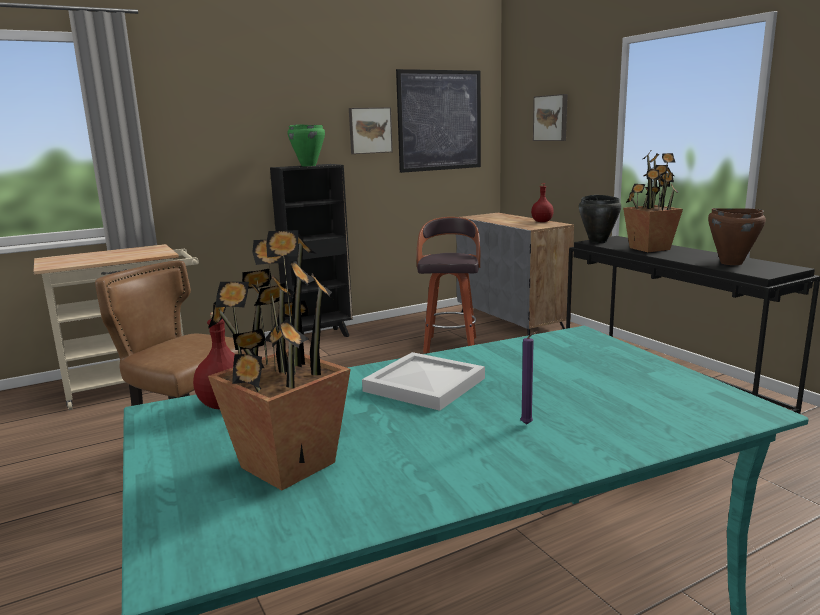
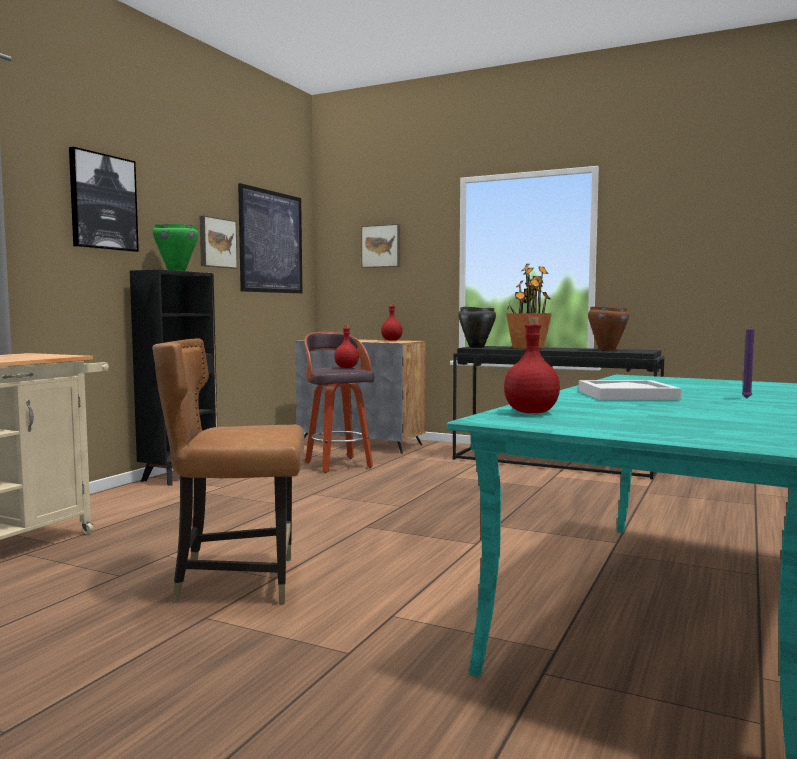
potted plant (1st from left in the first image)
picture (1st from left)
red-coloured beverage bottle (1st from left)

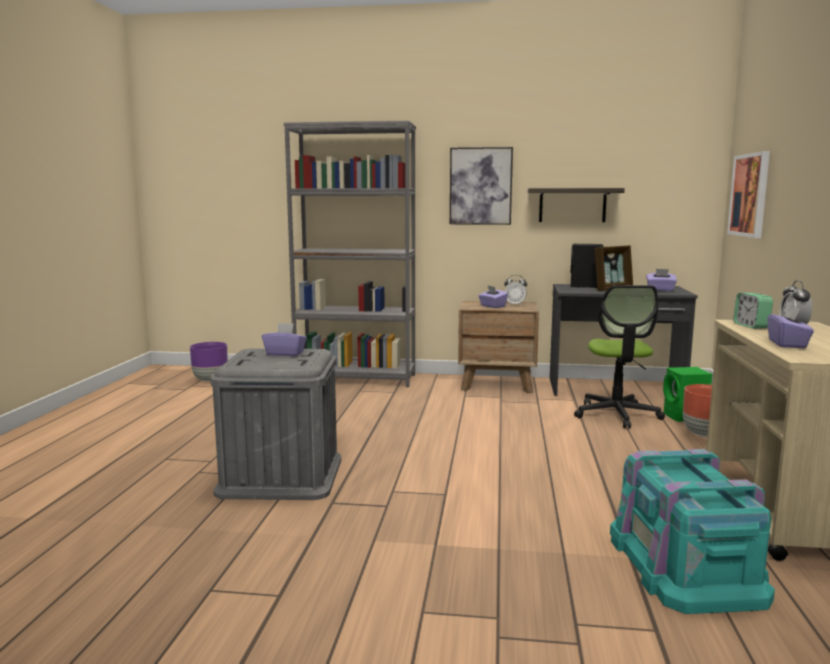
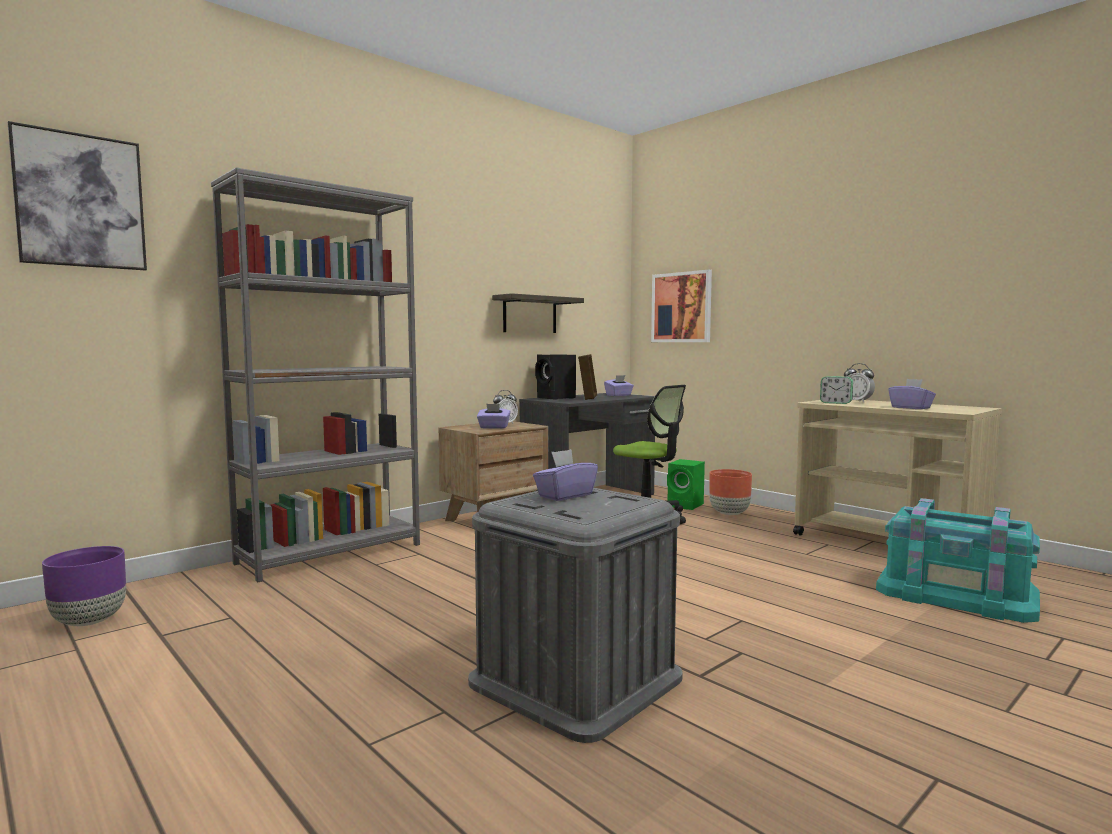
picture (1st from left)

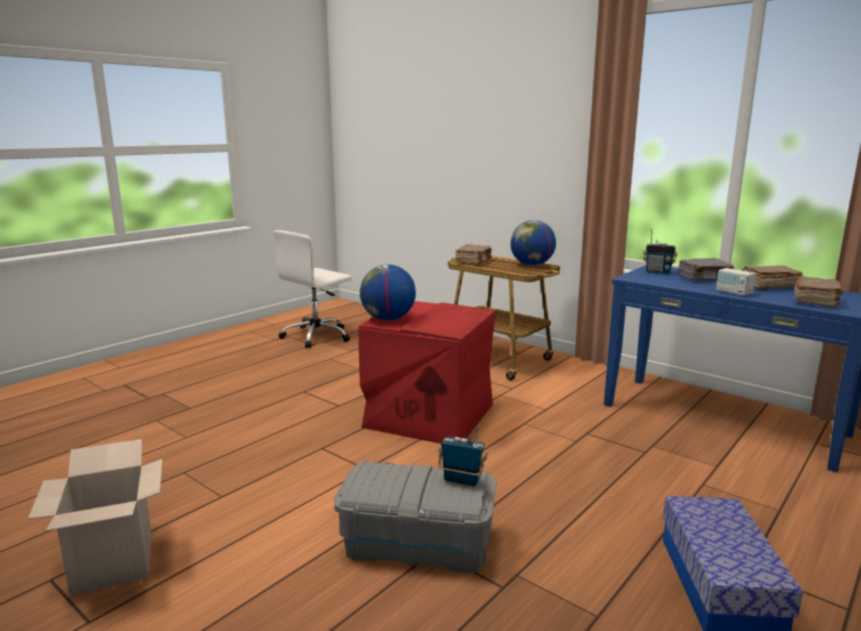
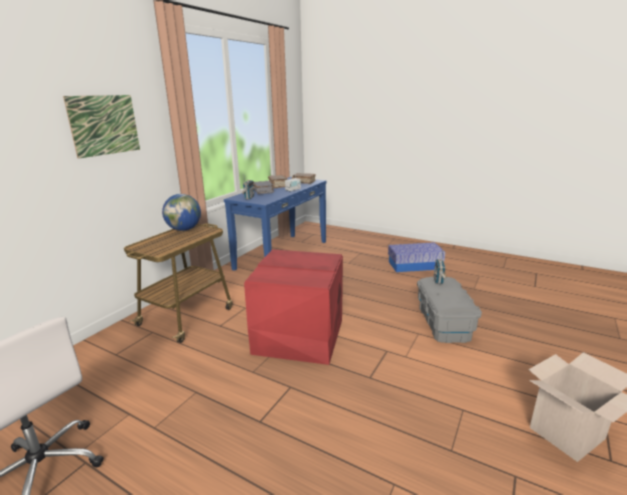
brown bound book (1st from left in the first image)
world globe (1st from left in the first image)
picture

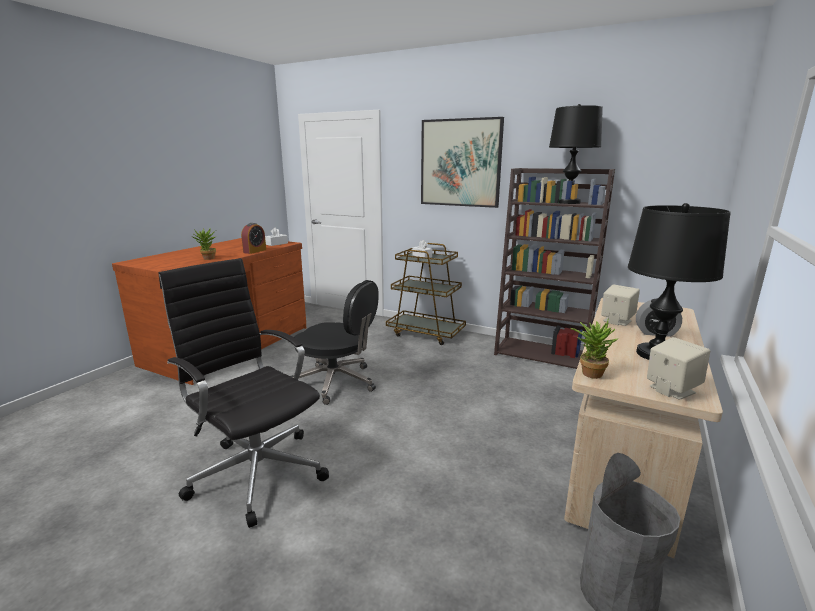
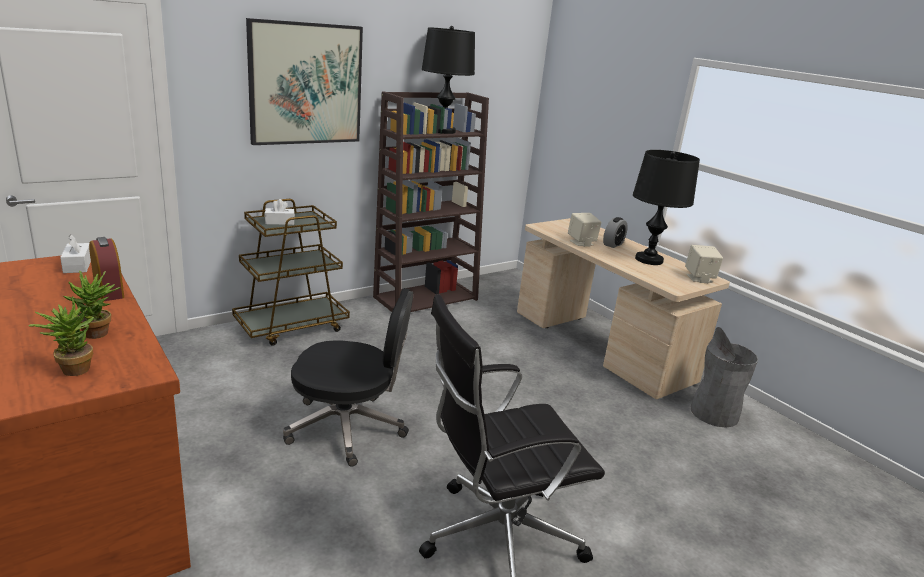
black-coloured office chair (1st from left)
potted plant (1st from left)

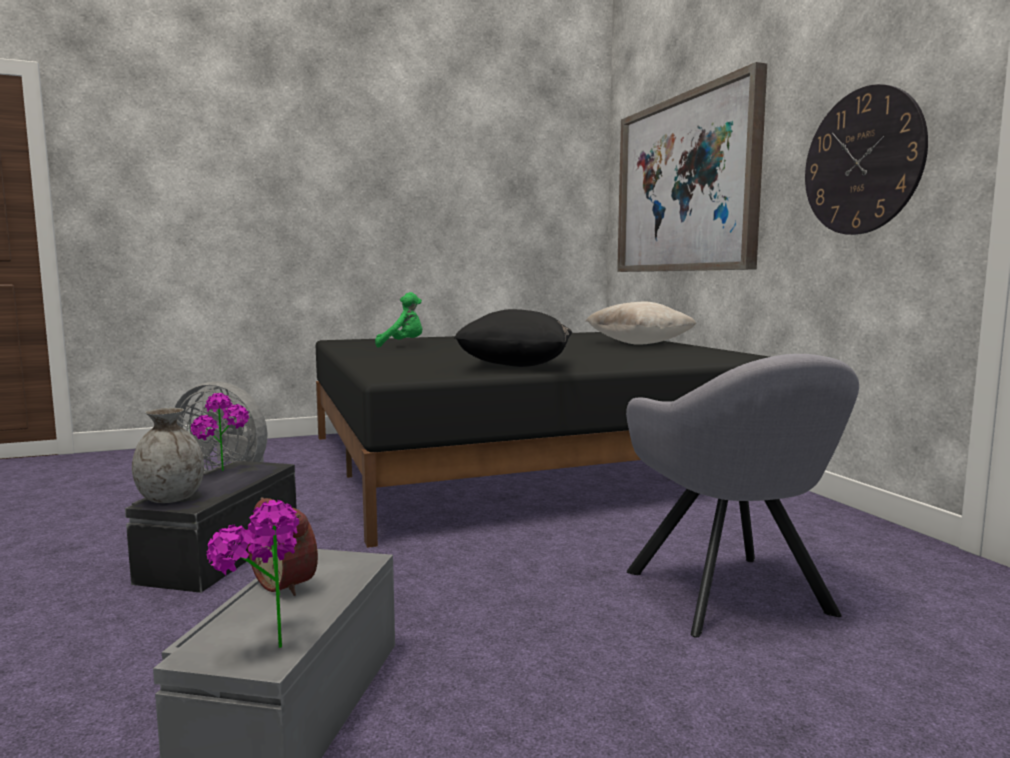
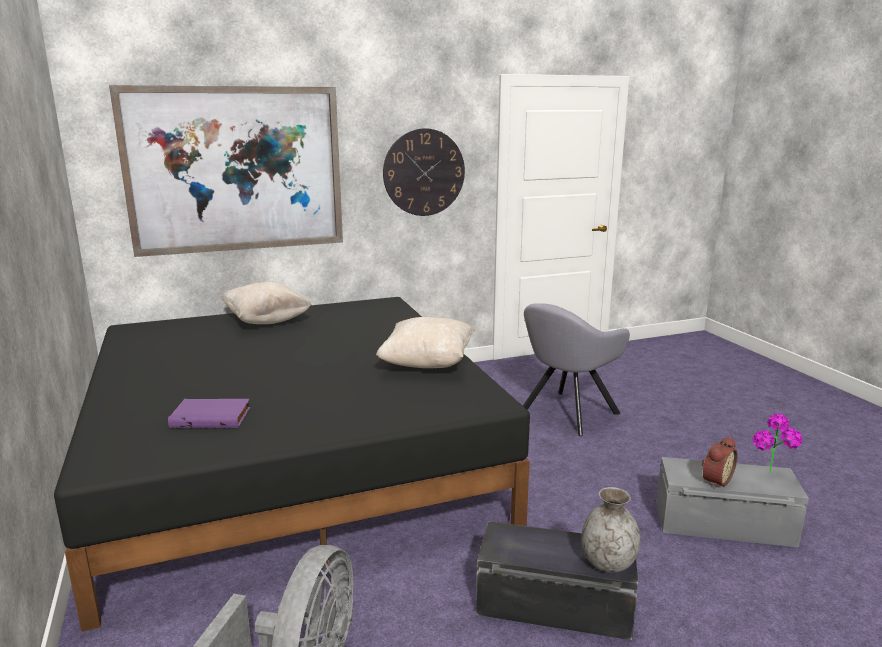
purple-coloured bound book
beige throw pillow (2nd from left)
gray lounge chair
potted plant (1st from left in the first image)

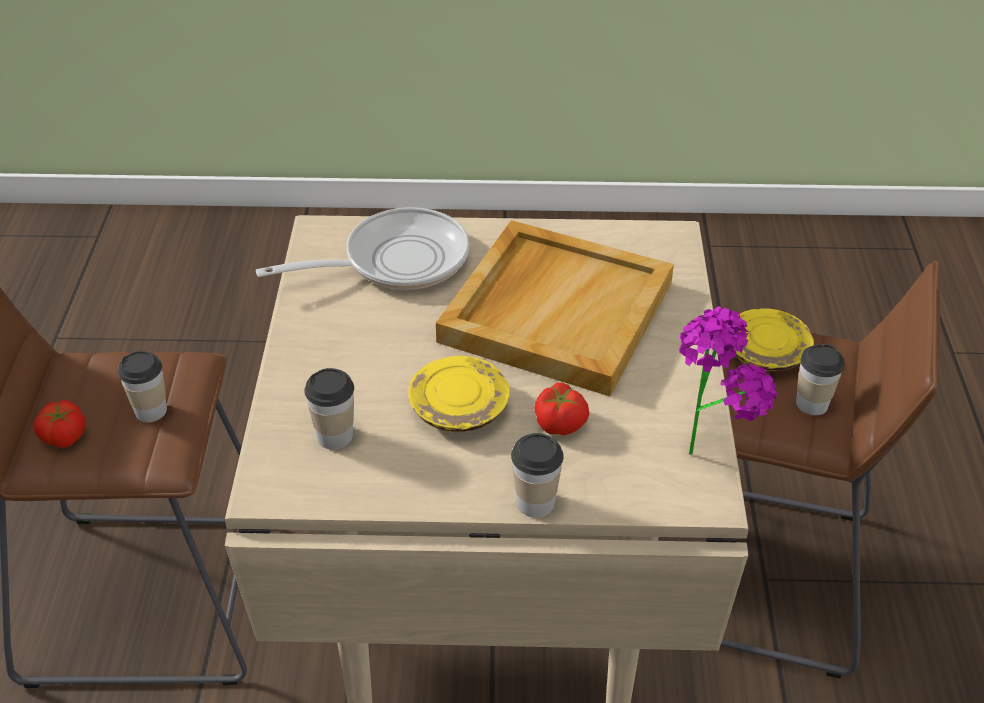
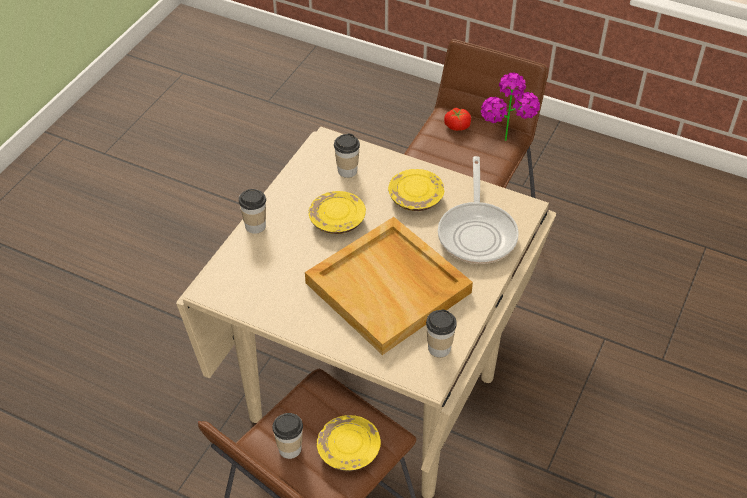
potted plant
small cup (4th from left)
tomato (2nd from left in the first image)
yellow-coloured plate (3rd from left)

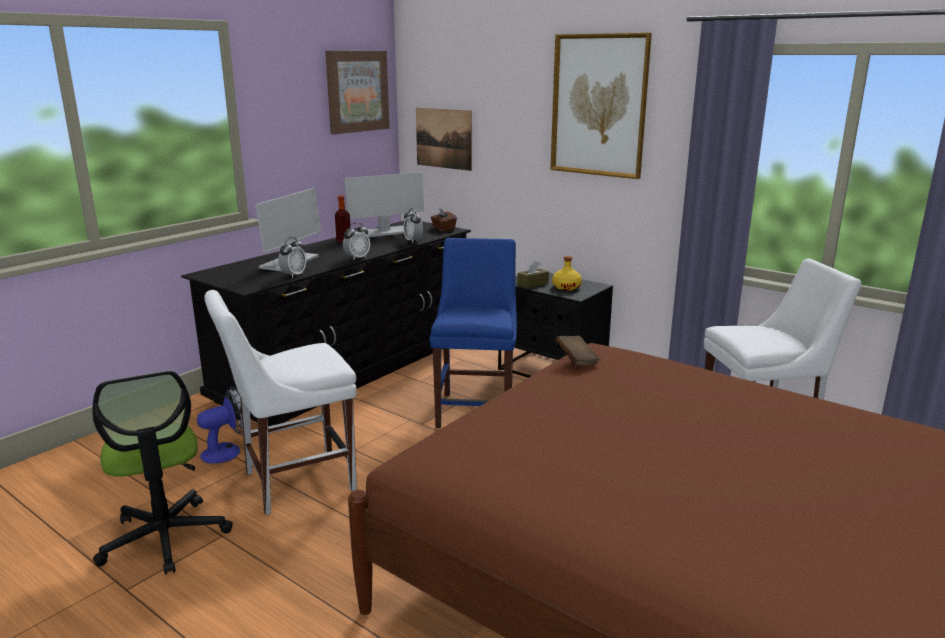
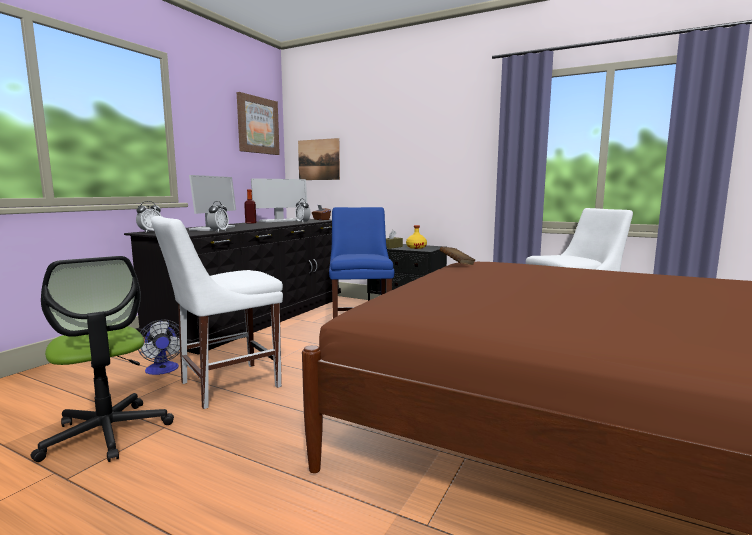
picture (3rd from left in the first image)
table clock (1st from left)
fan

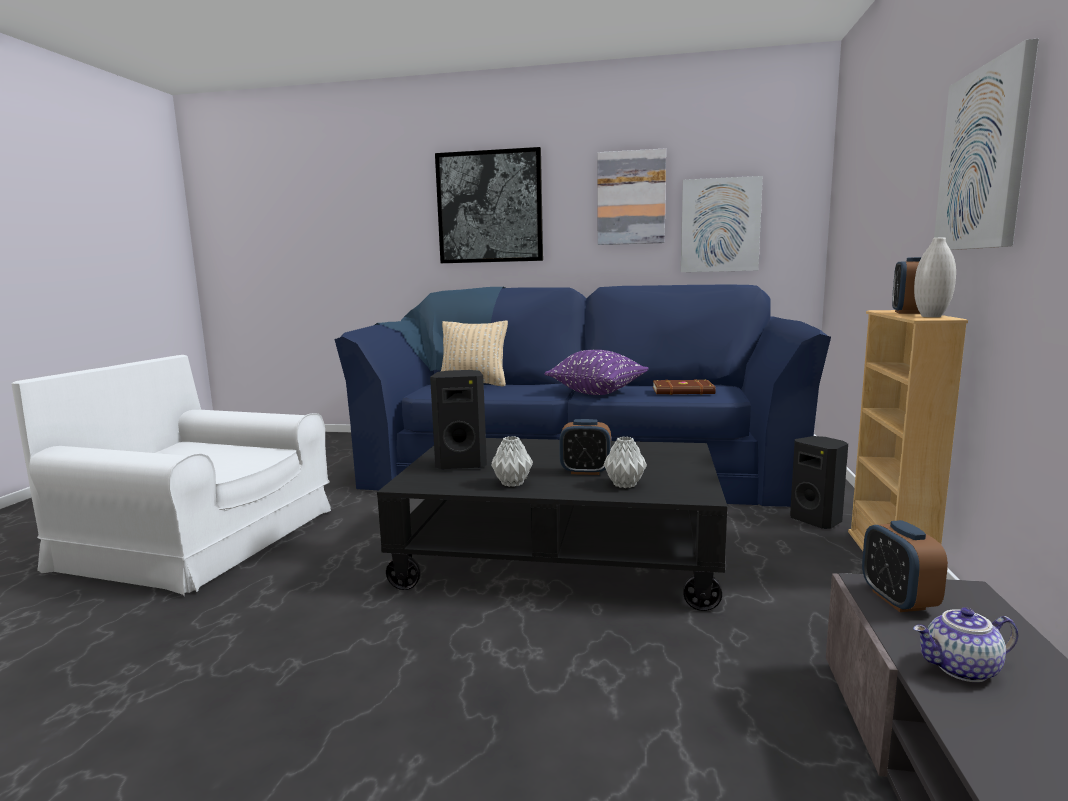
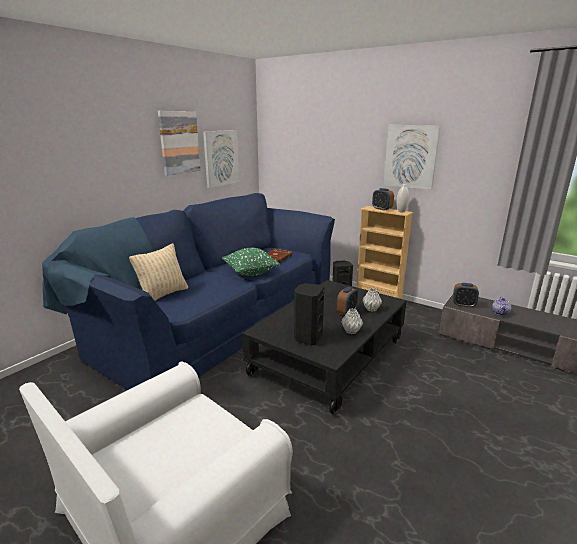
picture (1st from left in the first image)
green-coloured throw pillow

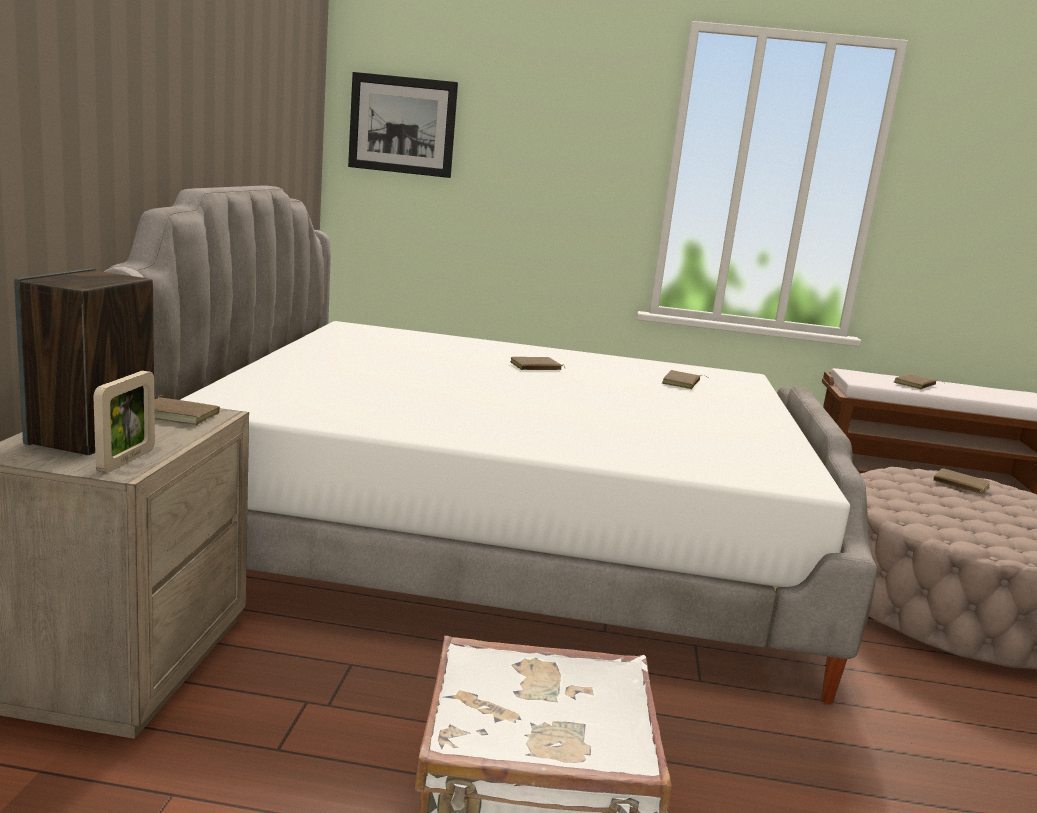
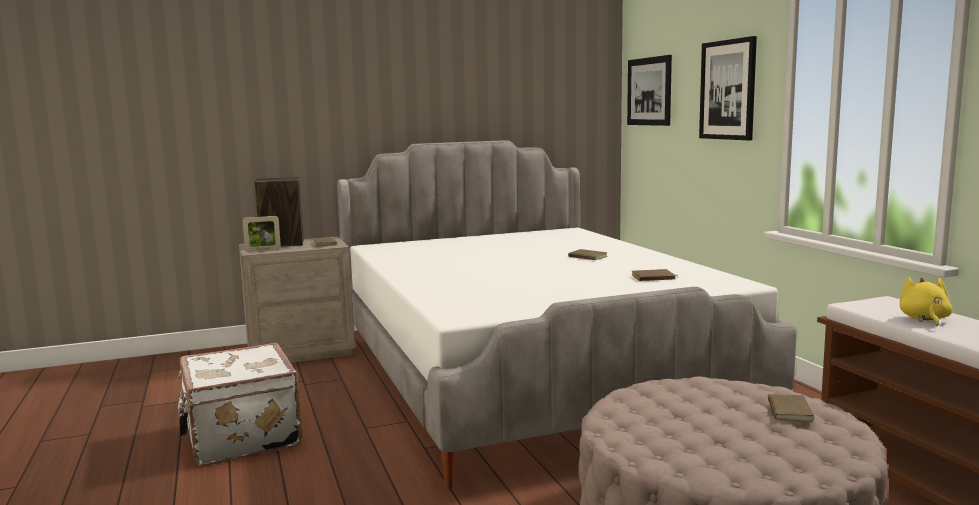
yellow-coloured cuddly toy
picture (2nd from left)

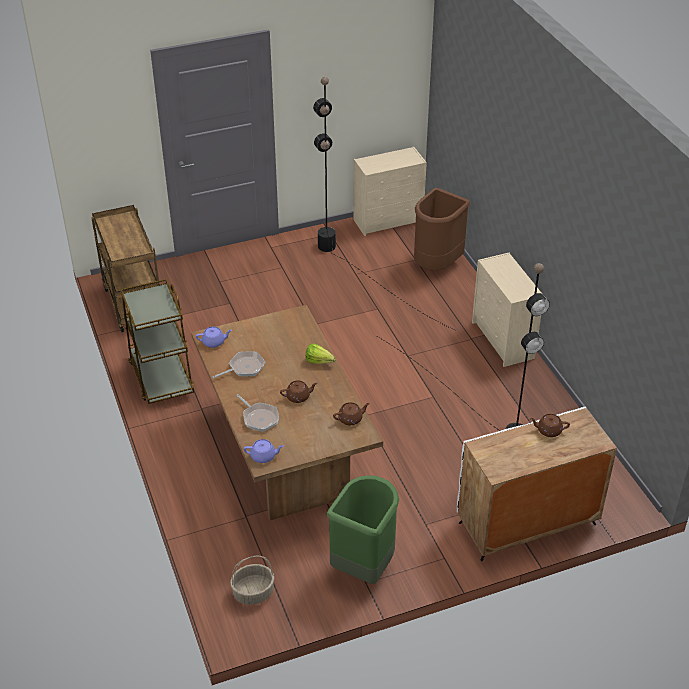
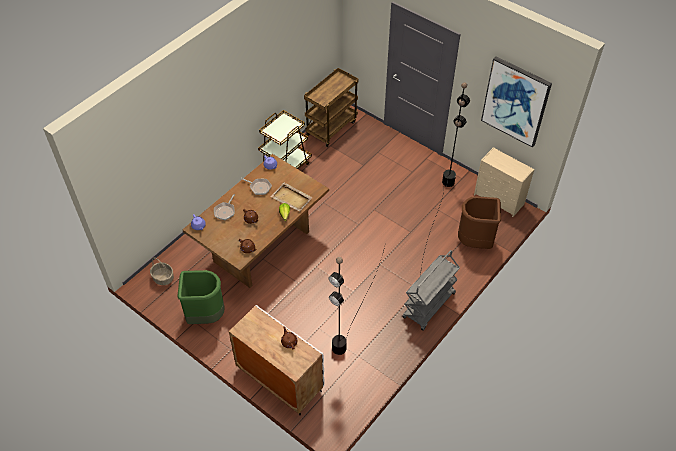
gray wheeled cart
picture
beige carrying tray

